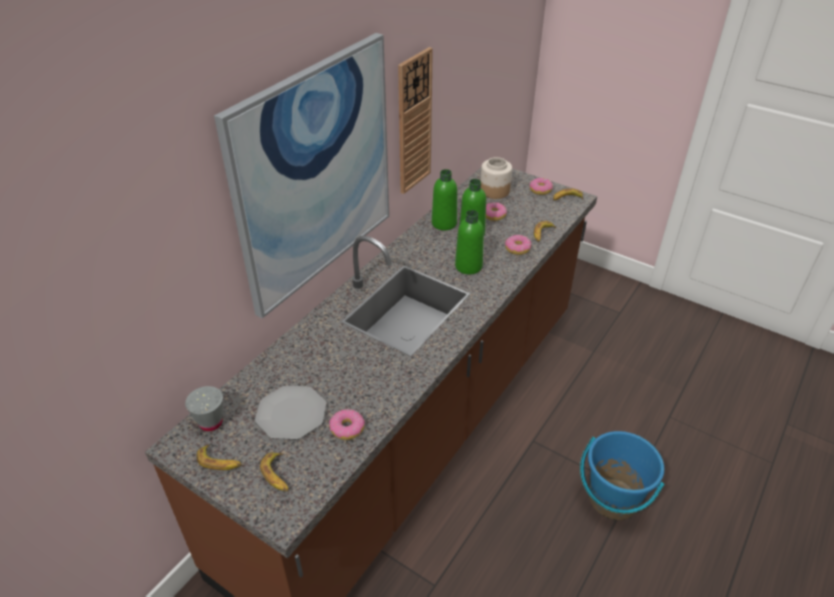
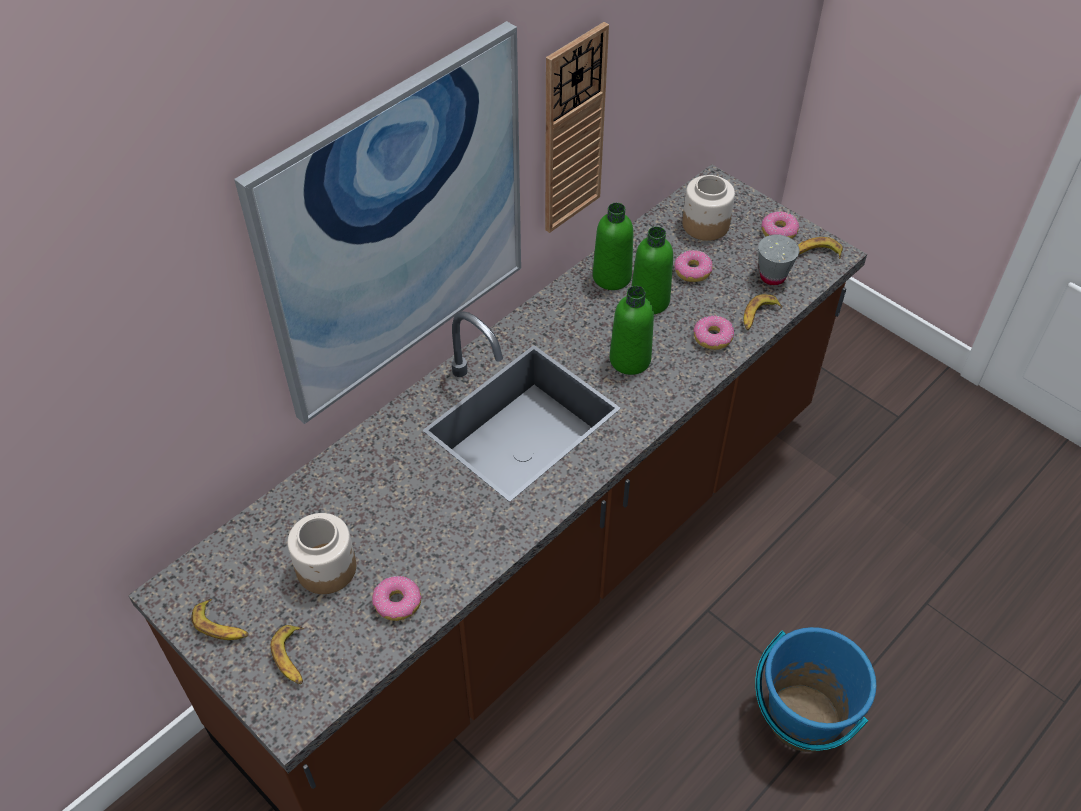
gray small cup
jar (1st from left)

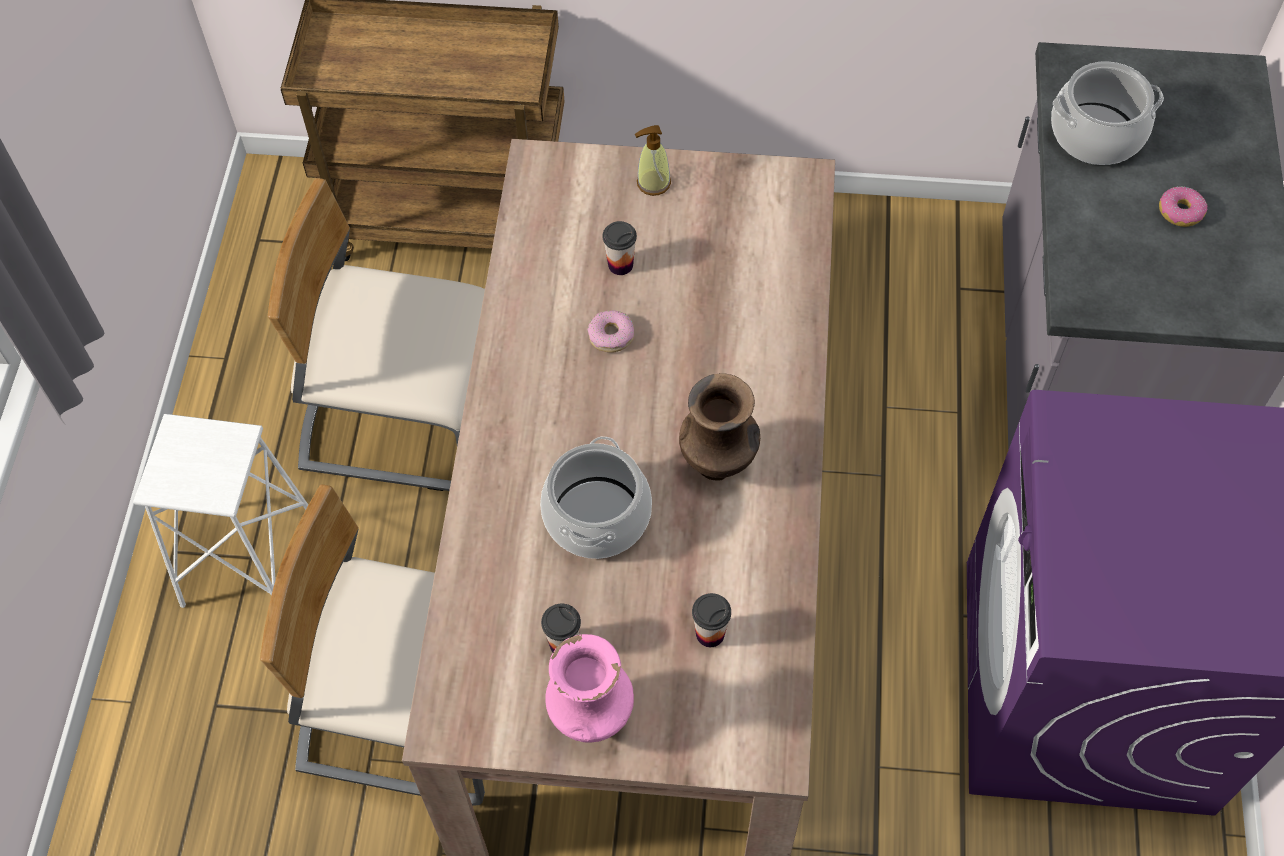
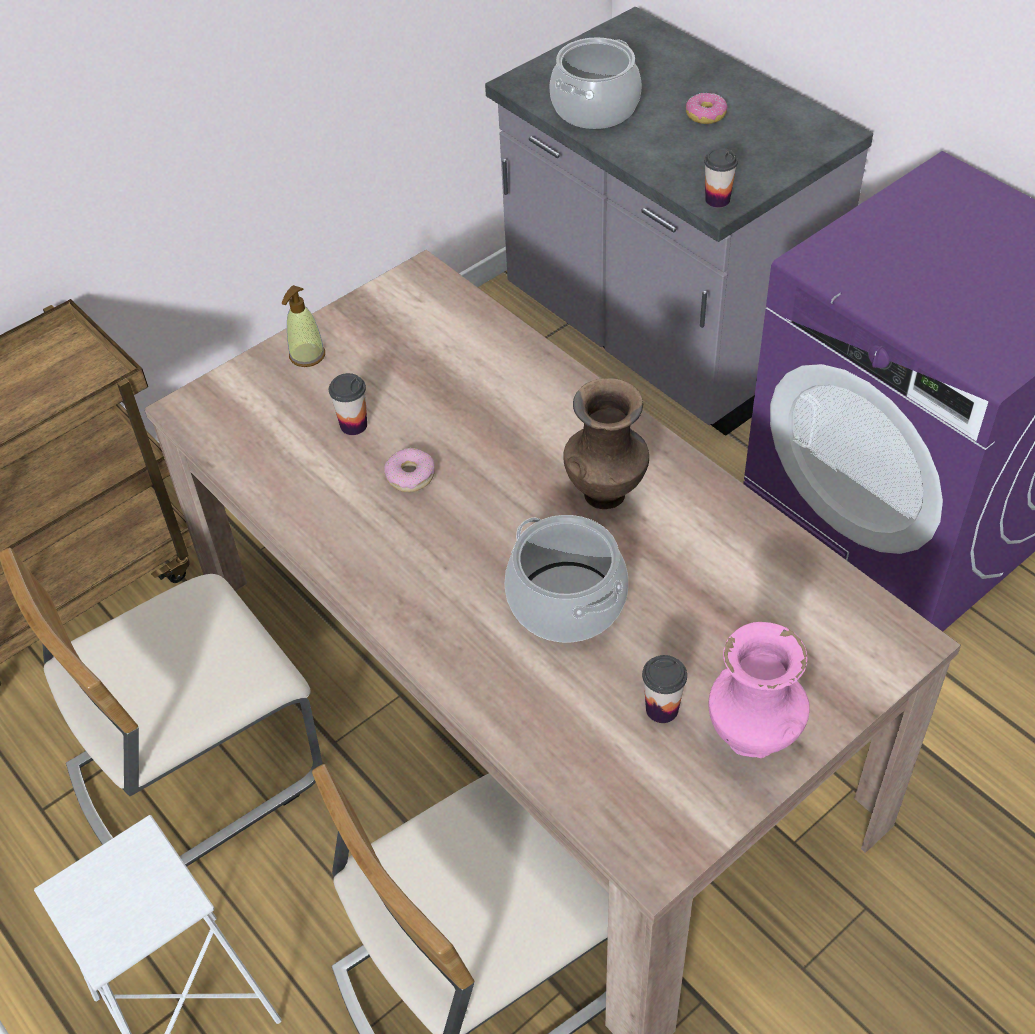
small cup (3rd from left)

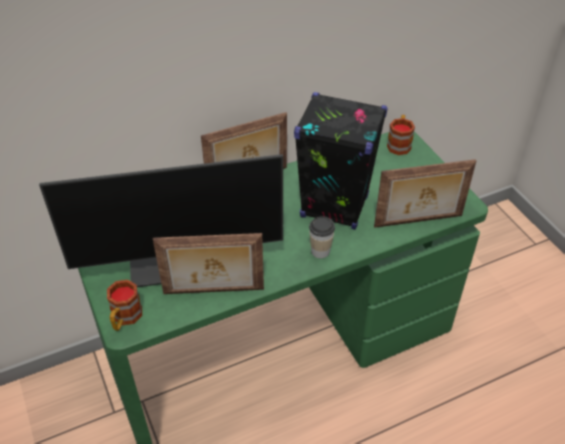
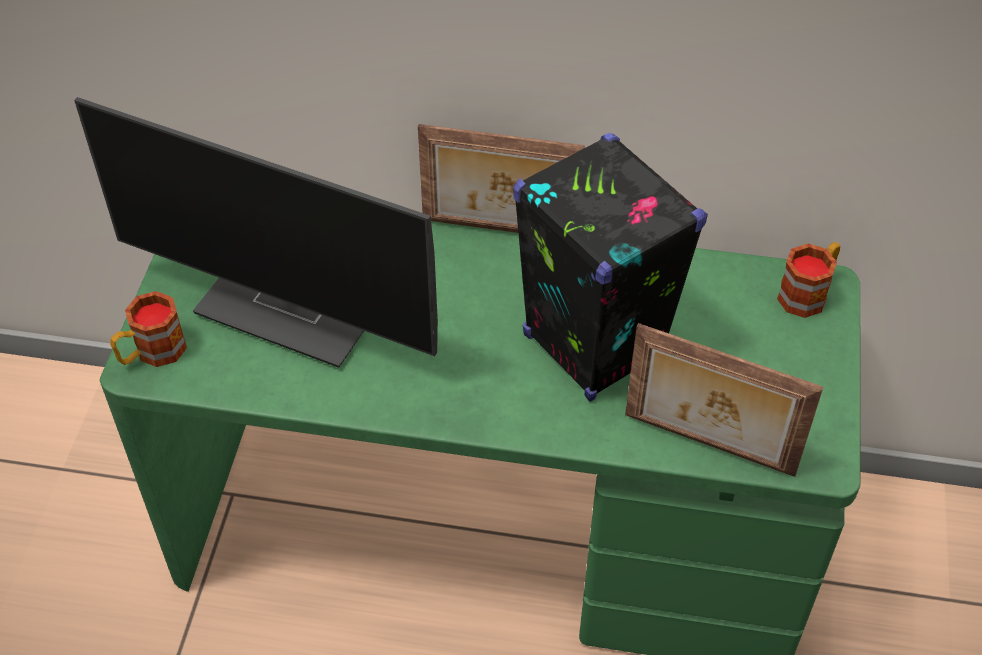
small cup
standing frame (1st from left in the first image)

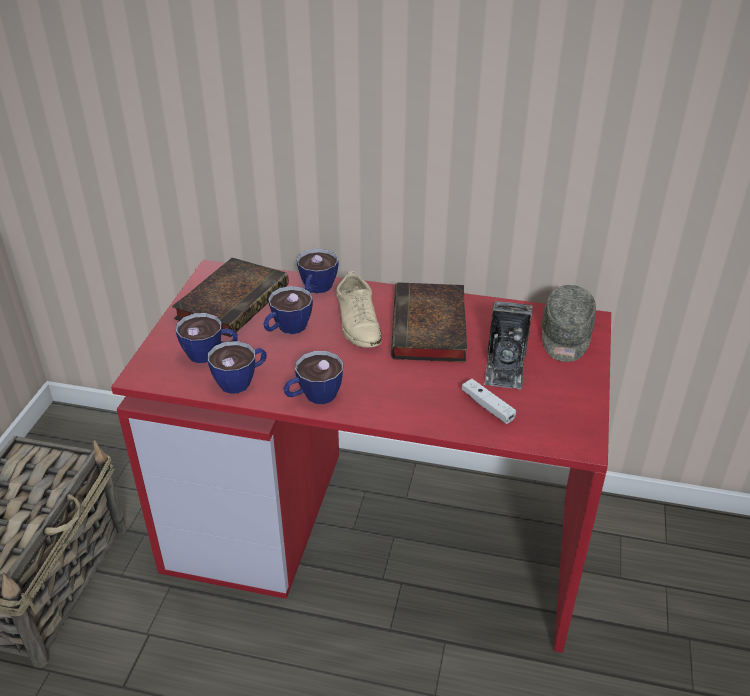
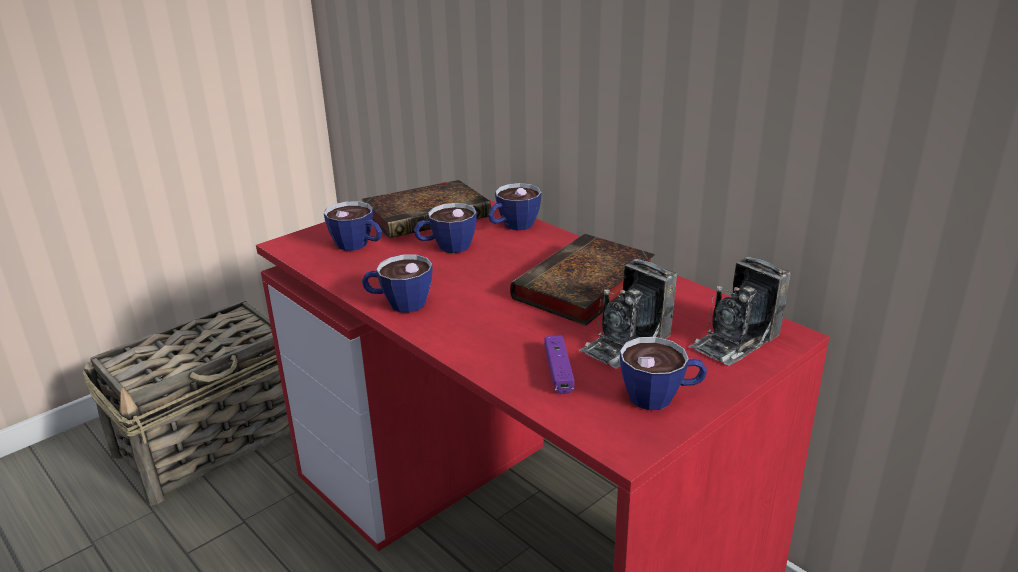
beige item of footwear
photo camera (2nd from left)
small cup (5th from left)
purple-coloured game controller

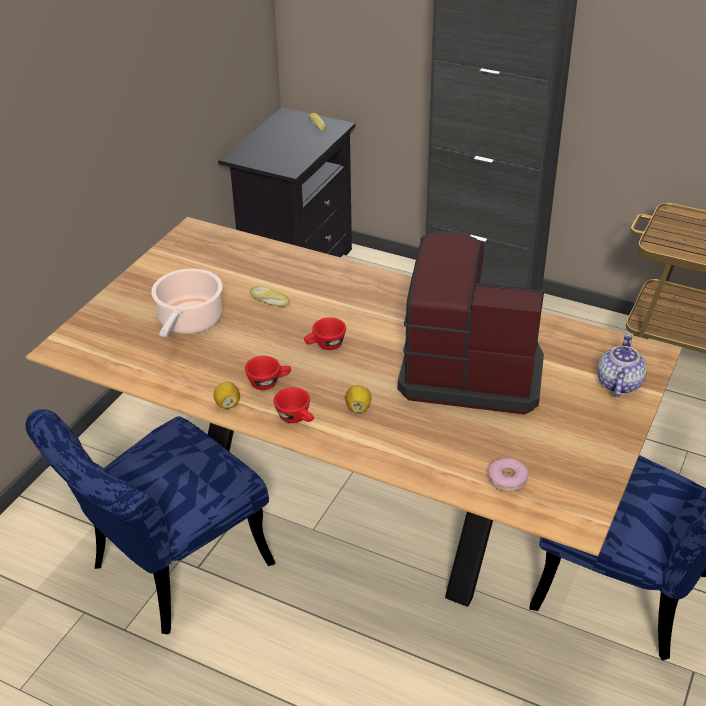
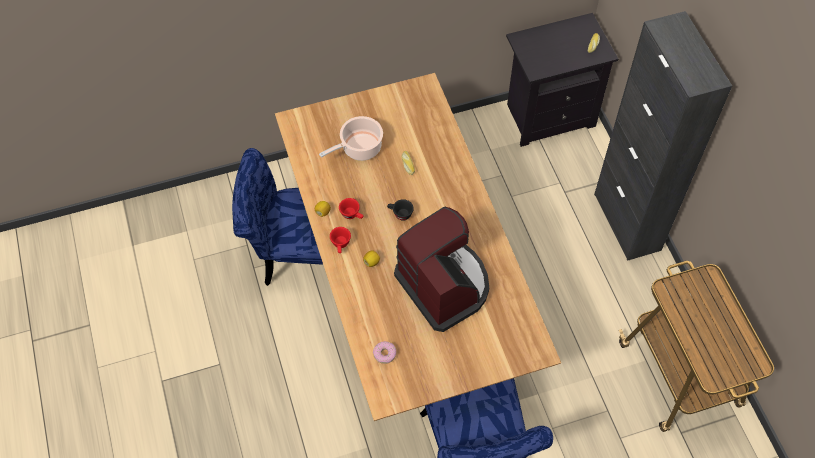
black-coloured small cup
pot for tea

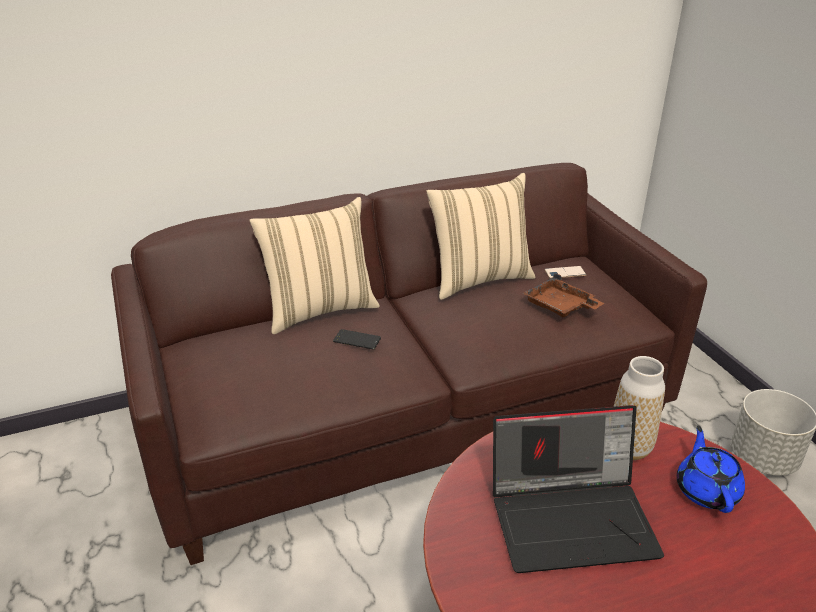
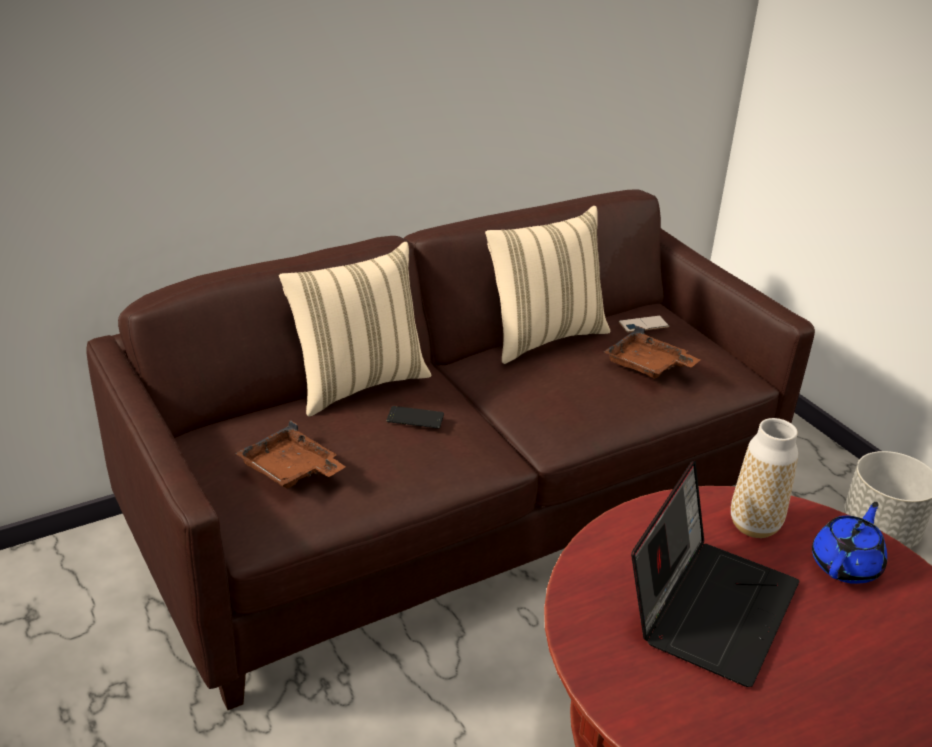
laptop
blue pot for tea
brown carrying tray (1st from left)

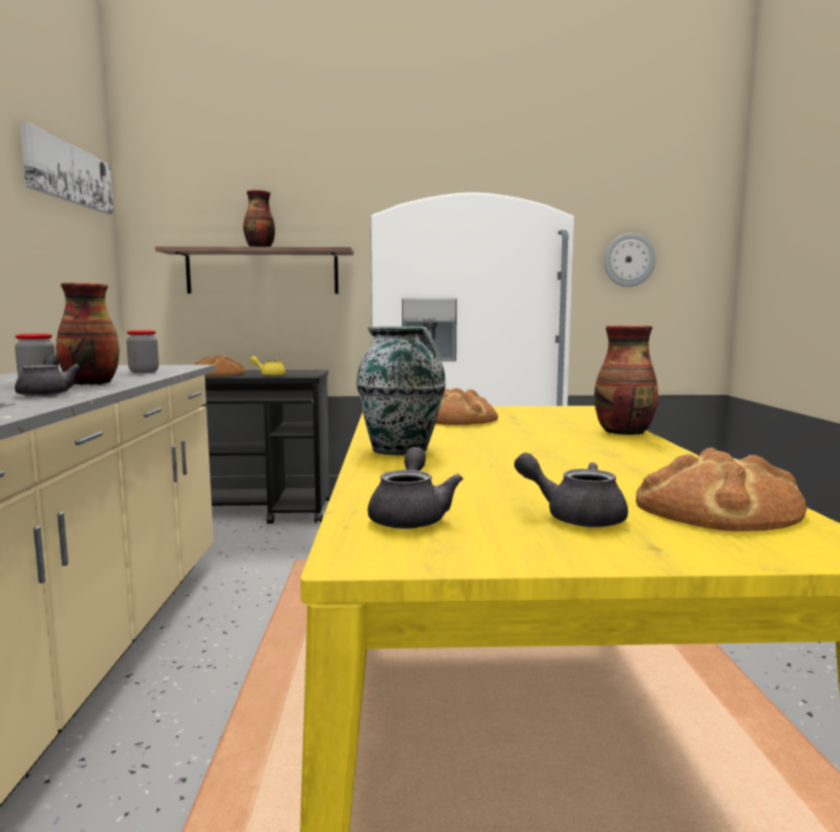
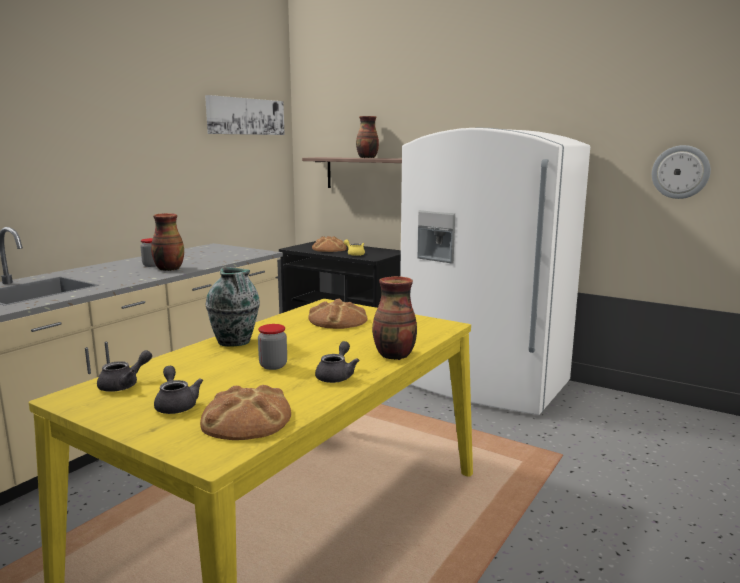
jar (2nd from left)
gray pot for tea (3rd from left)

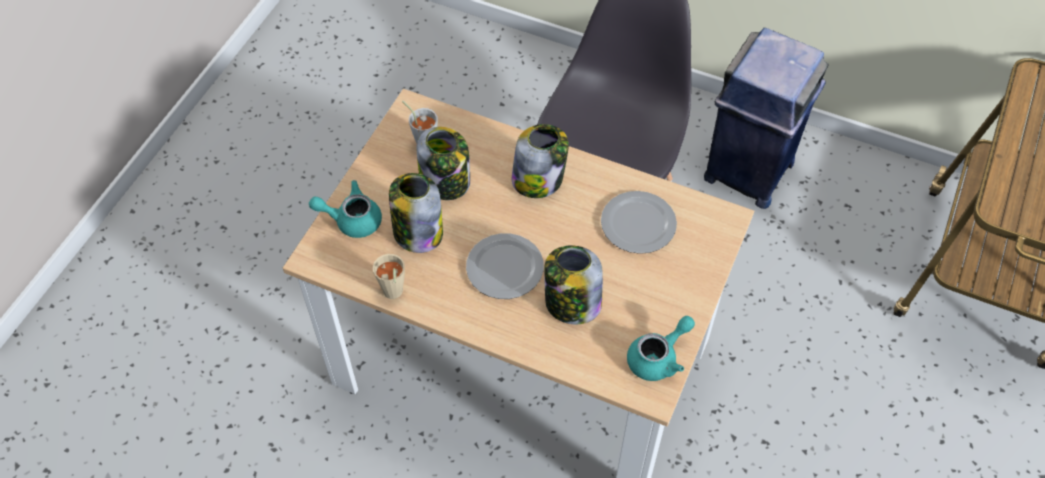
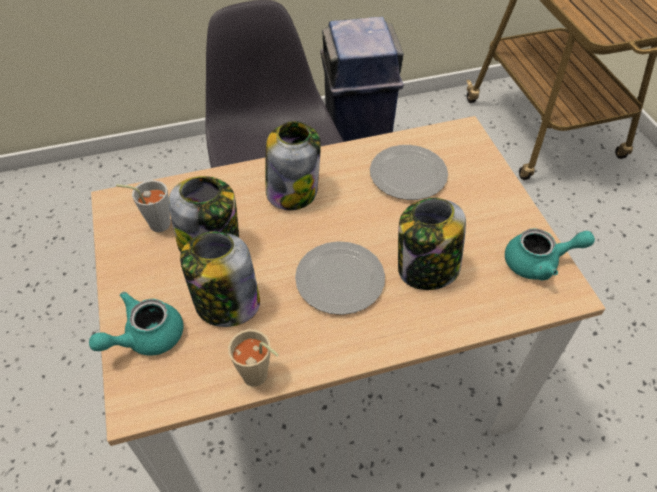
turquoise-coloured pot for tea (2nd from left)

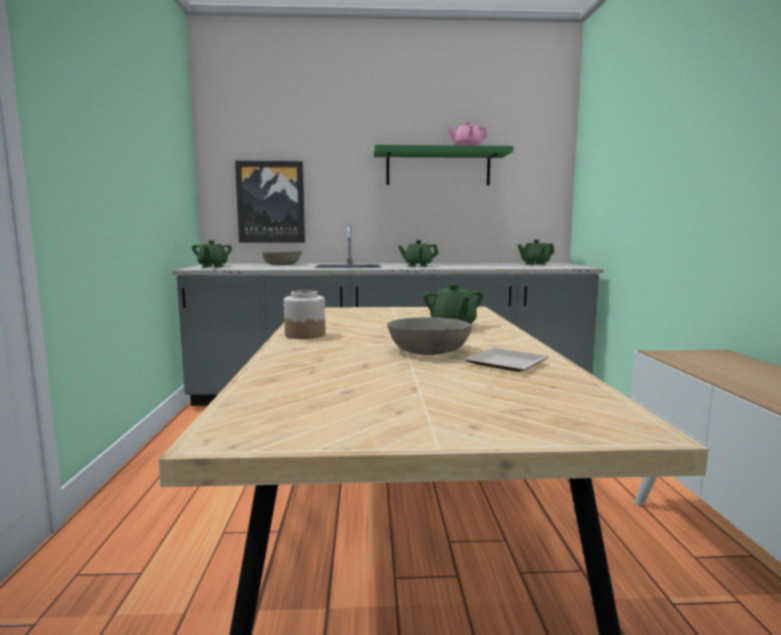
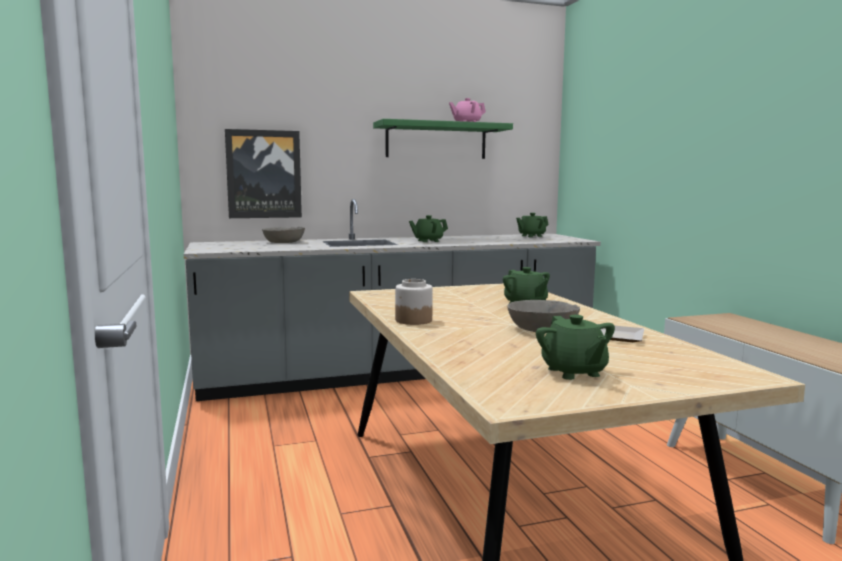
green-coloured pot for tea (4th from left)

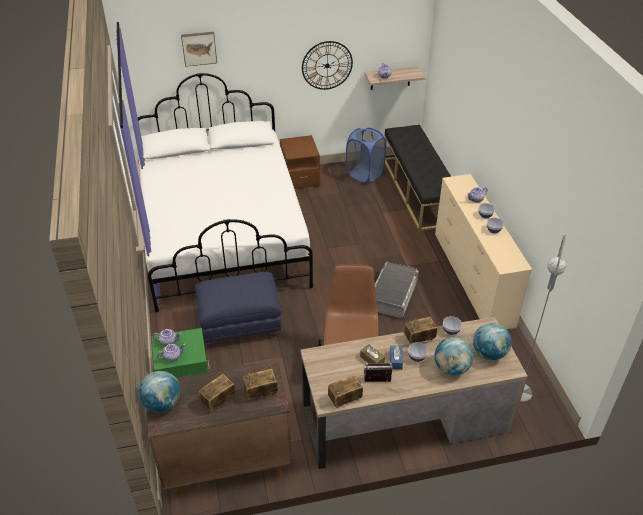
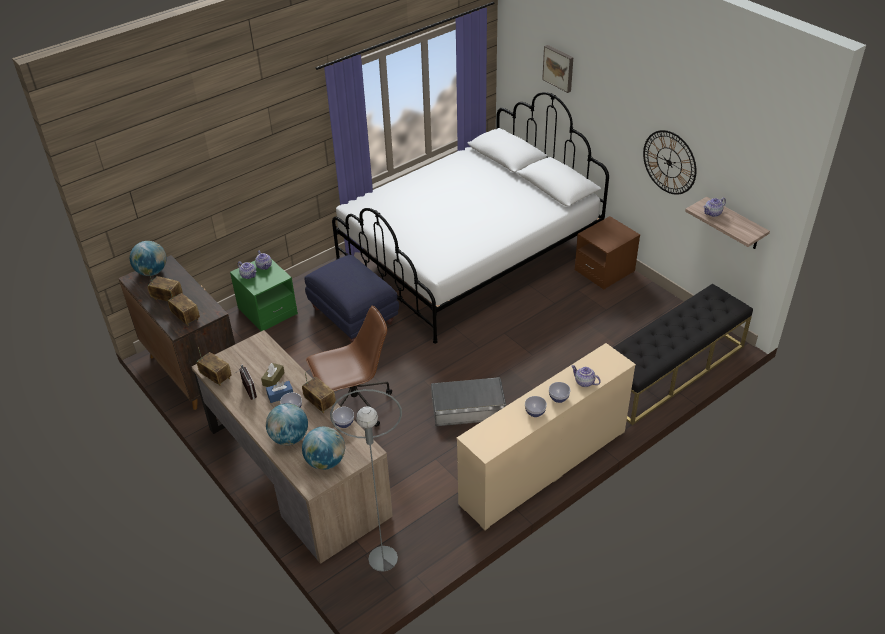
blue washing basket

